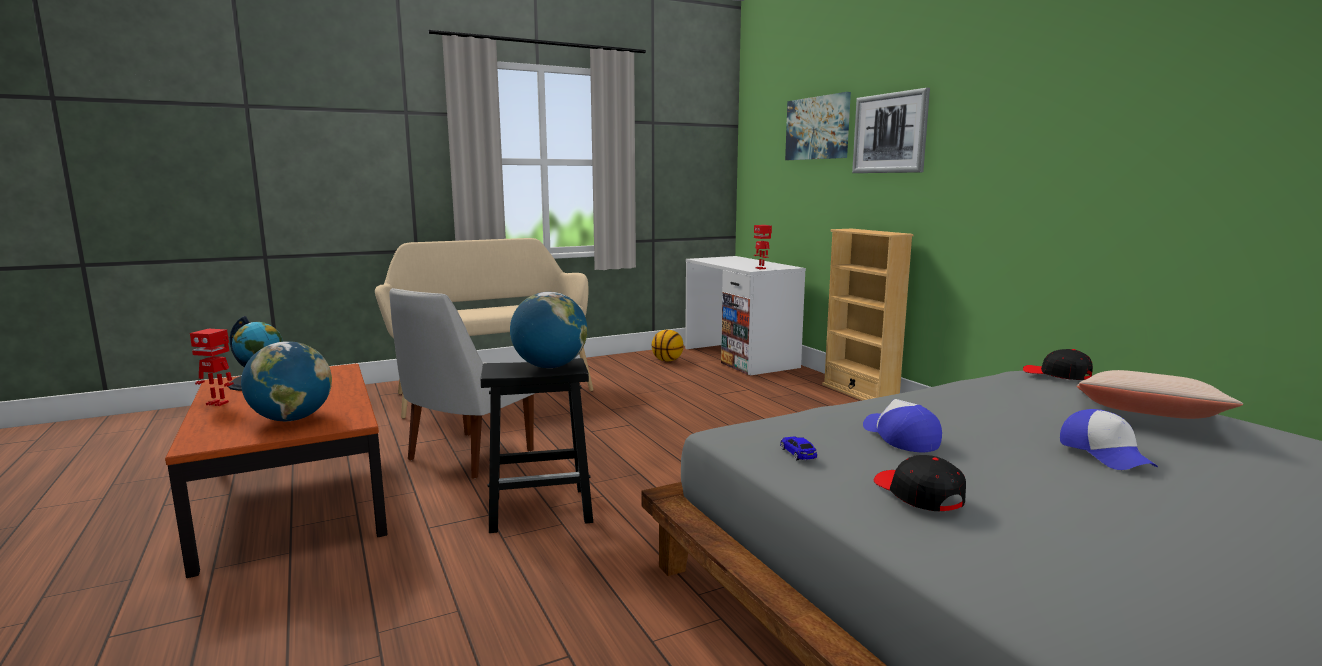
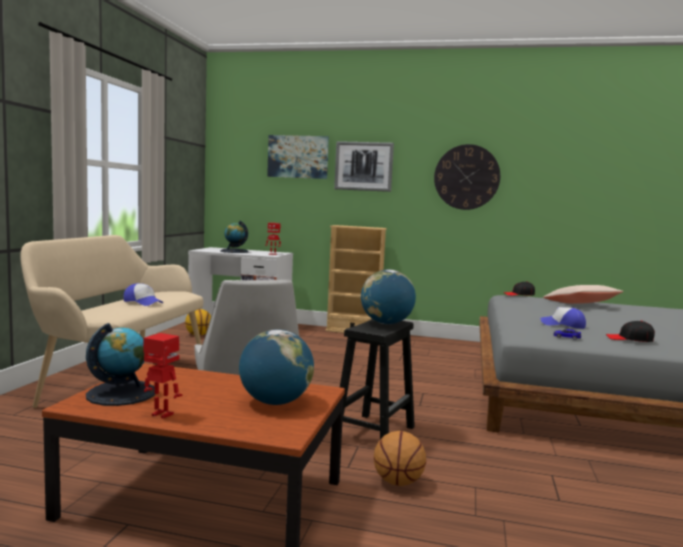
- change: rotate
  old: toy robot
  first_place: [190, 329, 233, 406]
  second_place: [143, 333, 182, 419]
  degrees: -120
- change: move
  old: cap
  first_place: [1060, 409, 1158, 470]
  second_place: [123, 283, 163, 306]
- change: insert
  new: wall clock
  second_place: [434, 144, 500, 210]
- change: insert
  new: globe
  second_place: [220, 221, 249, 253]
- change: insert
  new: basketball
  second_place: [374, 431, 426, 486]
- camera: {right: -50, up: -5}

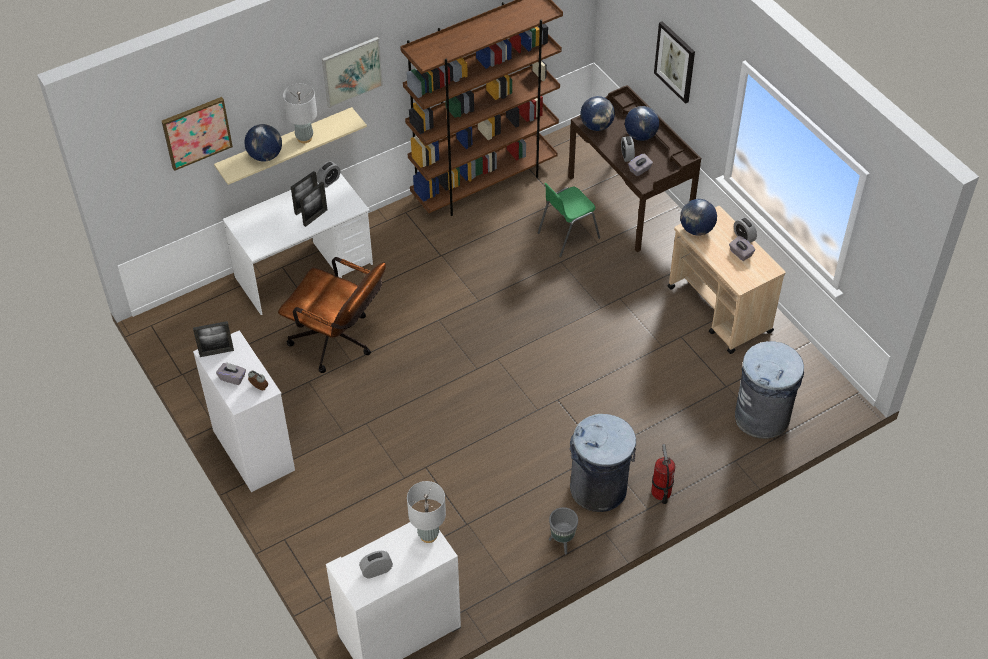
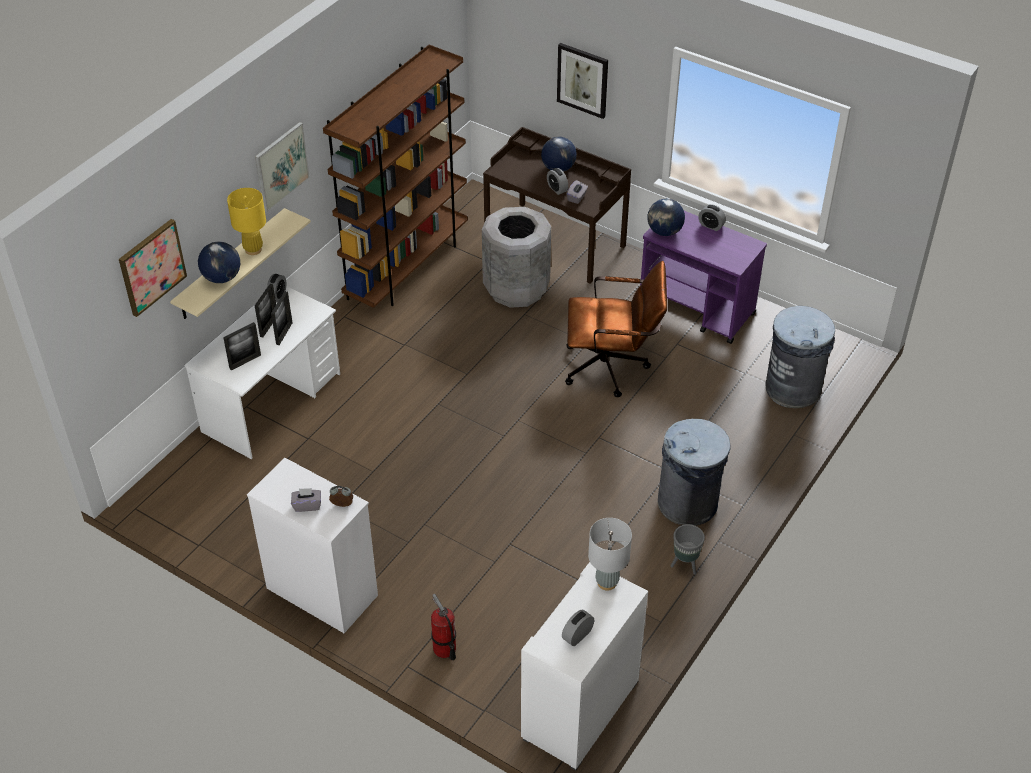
- change: recolor
  old: grey table lamp
  new: yellow table lamp
  first_place: [283, 84, 317, 143]
  second_place: [227, 188, 266, 255]
- change: delete
  old: globe
  first_place: [581, 96, 615, 131]
- change: replace
  old: green chair
  new: grey trash can
  first_place: [538, 183, 600, 257]
  second_place: [482, 207, 551, 308]
- change: recolor
  old: beige cart
  new: purple cart
  first_place: [667, 206, 786, 354]
  second_place: [640, 211, 767, 344]
- change: delete
  old: grey tissue box
  first_place: [729, 236, 755, 261]
- change: move
  old: brown office chair
  first_place: [278, 257, 386, 373]
  second_place: [565, 261, 667, 397]
- change: move
  old: picture frame
  first_place: [193, 321, 234, 357]
  second_place: [223, 322, 261, 371]
- change: move
  old: fire extinguisher
  first_place: [651, 444, 675, 504]
  second_place: [431, 594, 456, 660]
- camera: {right: -25, up: -5}

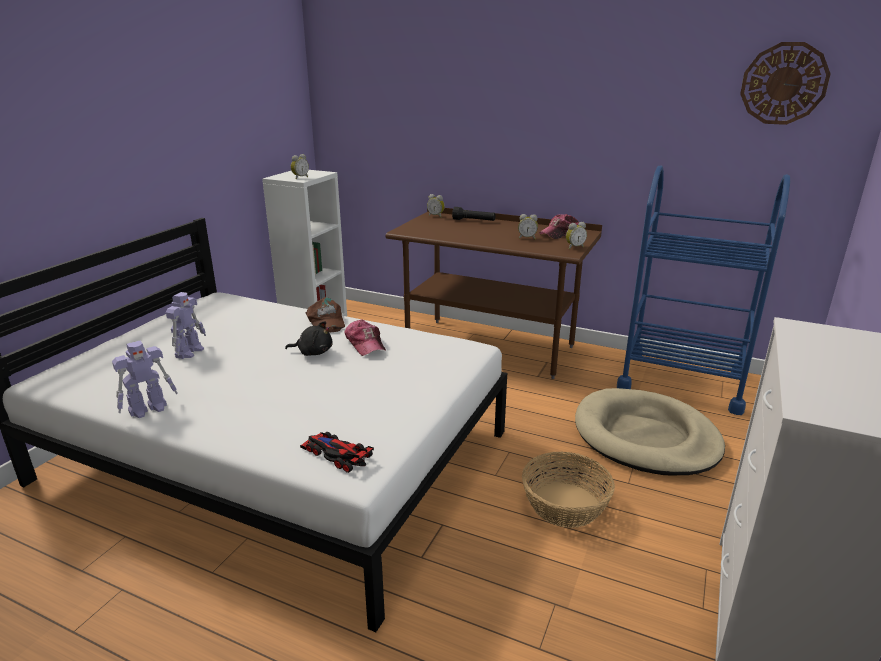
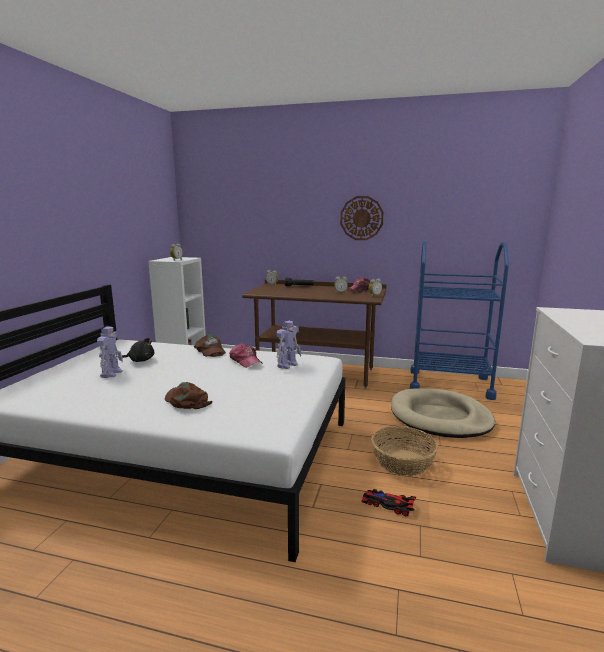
- change: move
  old: wall clock
  first_place: [740, 42, 831, 125]
  second_place: [340, 196, 384, 240]
- change: move
  old: black plush toy
  first_place: [285, 321, 333, 356]
  second_place: [122, 338, 154, 362]
- change: move
  old: toy robot
  first_place: [112, 340, 178, 418]
  second_place: [276, 321, 301, 369]
- change: move
  old: toy car
  first_place: [300, 432, 374, 473]
  second_place: [361, 489, 416, 516]
- change: insert
  new: brown cap
  second_place: [165, 382, 213, 409]
- camera: {right: -10, up: -10}

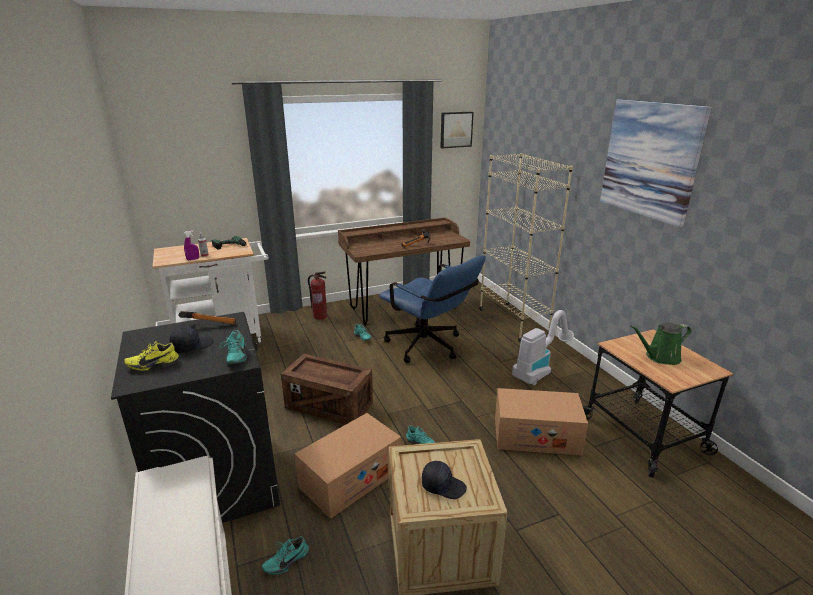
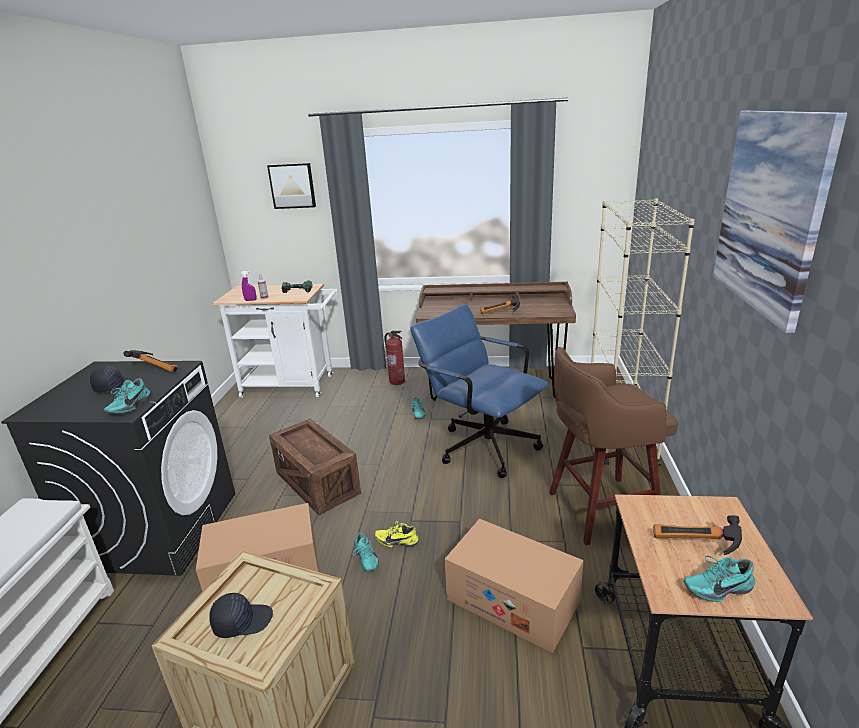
- change: move
  old: picture
  first_place: [440, 112, 474, 149]
  second_place: [267, 163, 316, 209]
- change: rotate
  old: blue office chair
  first_place: [379, 255, 486, 363]
  second_place: [410, 304, 548, 478]
  degrees: 150
- change: replace
  old: vacuum cleaner
  new: brown stool
  first_place: [512, 310, 574, 386]
  second_place: [549, 347, 678, 545]
- change: replace
  old: green watering can
  new: hammer
  first_place: [630, 322, 692, 365]
  second_place: [653, 515, 742, 555]
- change: move
  old: yellow shoe
  first_place: [124, 341, 179, 371]
  second_place: [375, 521, 419, 548]
- change: rotate
  old: black cap
  first_place: [422, 461, 467, 499]
  second_place: [209, 593, 273, 638]
  degrees: -60
- change: move
  old: turquoise shoe
  first_place: [262, 536, 309, 575]
  second_place: [684, 555, 755, 602]
- camera: {right: 30, up: 0}

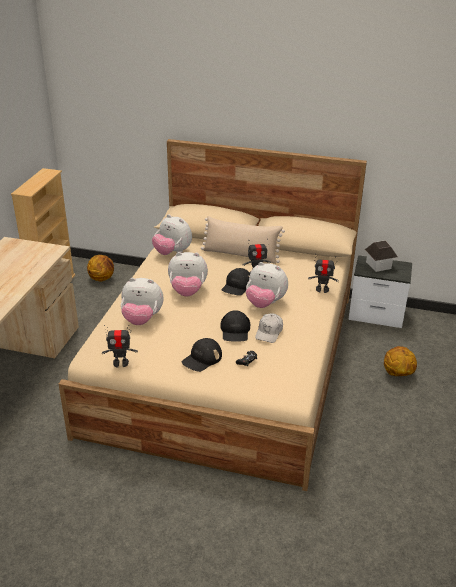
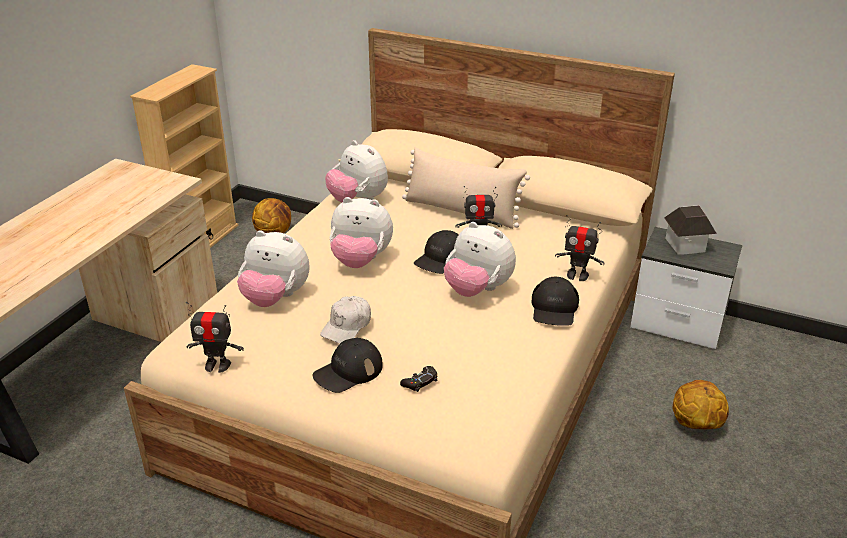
- change: move
  old: black cap
  first_place: [221, 310, 250, 342]
  second_place: [532, 277, 579, 326]
- change: move
  old: white cap
  first_place: [255, 313, 283, 343]
  second_place: [320, 296, 371, 344]
- camera: {right: 10, up: 0}

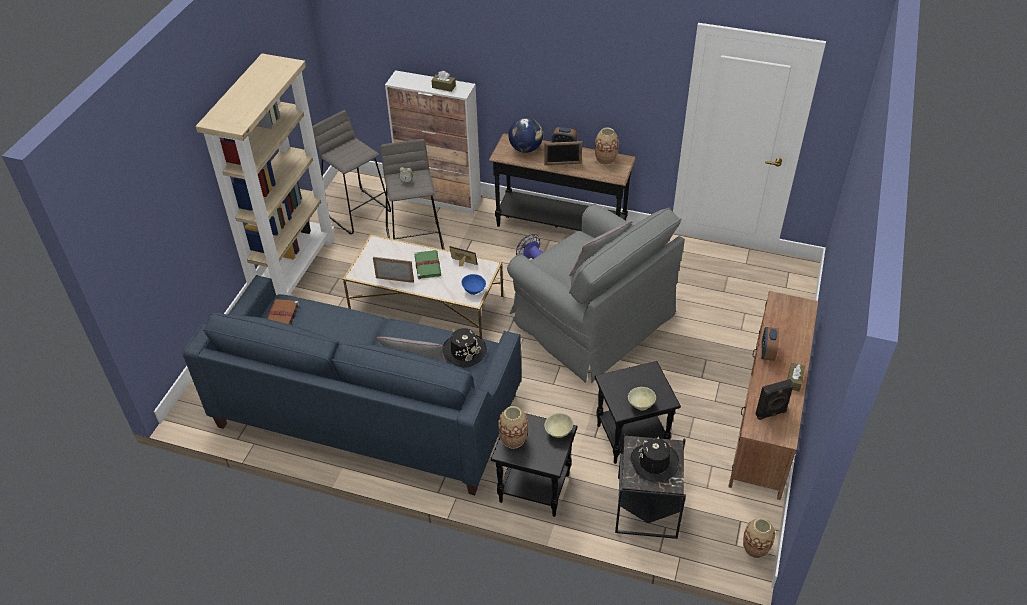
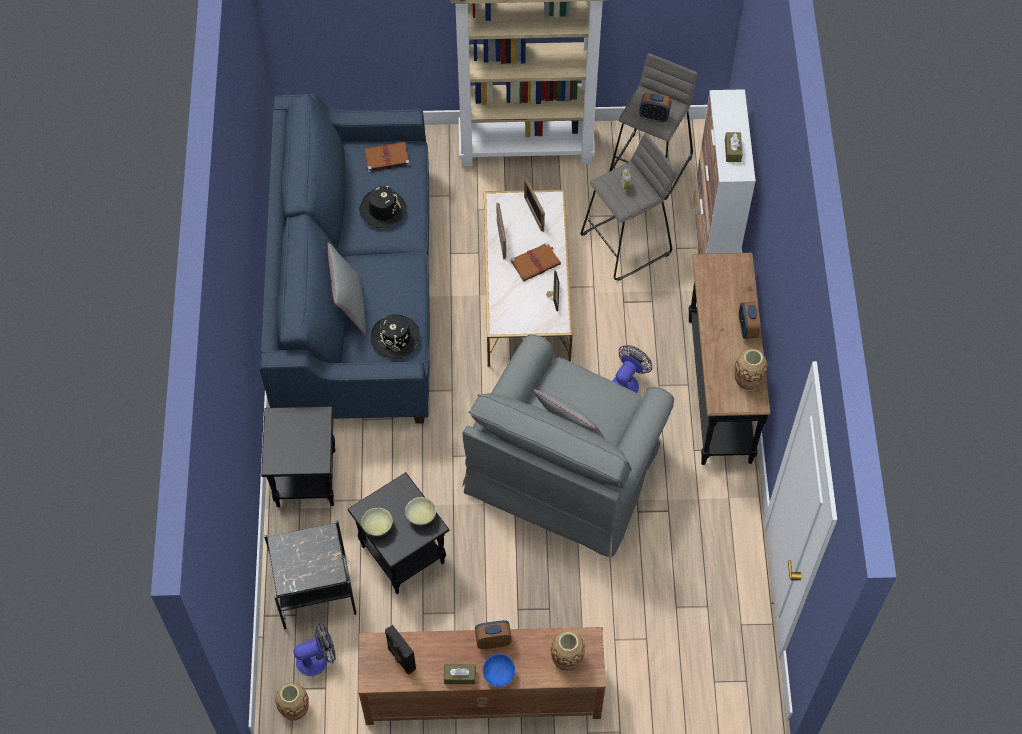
- change: delete
  old: globe
  first_place: [509, 118, 543, 153]
- change: move
  old: picture frame
  first_place: [544, 141, 582, 165]
  second_place: [524, 177, 545, 232]
- change: recolor
  old: green book
  new: brown book
  first_place: [414, 250, 441, 279]
  second_place: [511, 242, 561, 281]
- change: move
  old: blue bowl
  first_place: [461, 274, 486, 295]
  second_place: [483, 654, 515, 687]
- change: move
  old: vase
  first_place: [498, 406, 528, 449]
  second_place: [551, 631, 585, 671]
- change: move
  old: beige bowl
  first_place: [544, 413, 573, 438]
  second_place: [405, 497, 436, 525]
- change: move
  old: black hat
  first_place: [631, 437, 679, 482]
  second_place: [359, 186, 408, 228]
- change: insert
  new: alarm clock
  second_place: [639, 92, 671, 123]
- change: insert
  new: fan
  second_place: [294, 623, 336, 676]
- camera: {right: 70, up: 15}

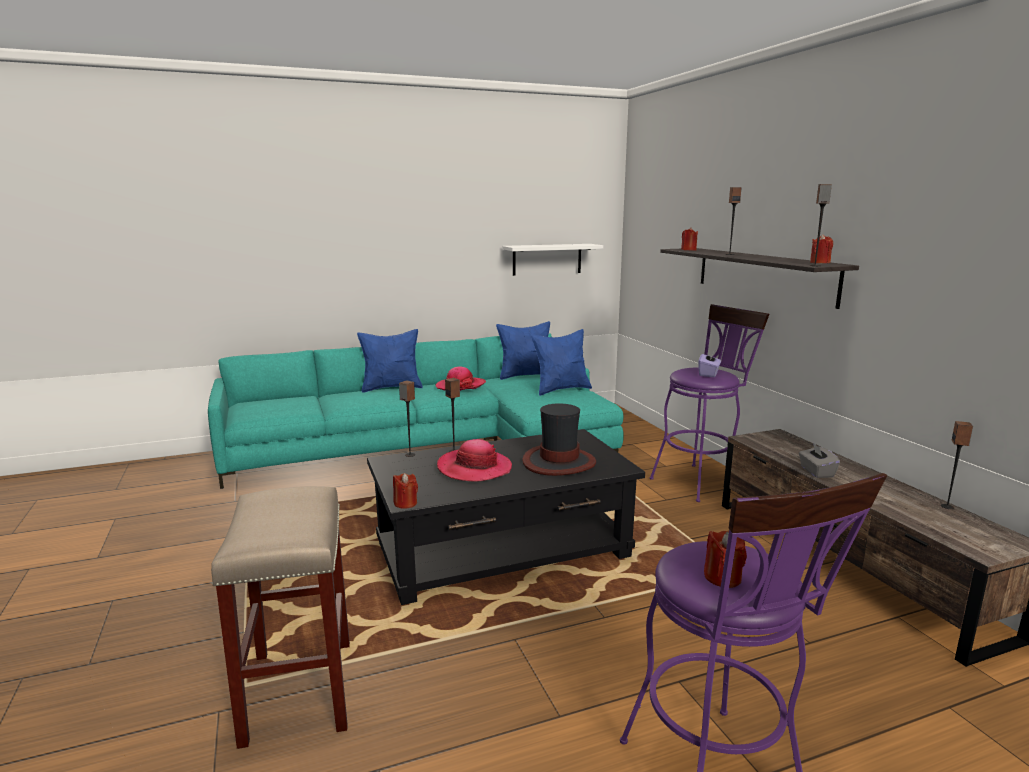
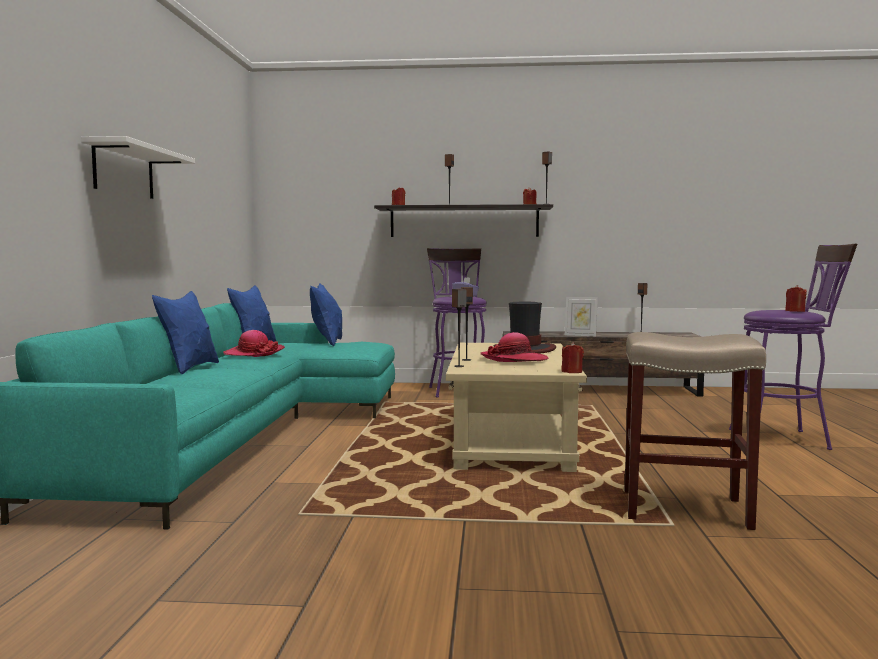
- change: move
  old: white shelf
  first_place: [502, 244, 603, 276]
  second_place: [81, 136, 195, 199]
- change: recolor
  old: black coffee table
  new: beige coffee table
  first_place: [367, 429, 645, 605]
  second_place: [446, 343, 587, 472]
- change: replace
  old: grey tissue box
  new: picture frame
  first_place: [799, 443, 840, 478]
  second_place: [565, 297, 598, 336]
- camera: {right: -65, up: -10}

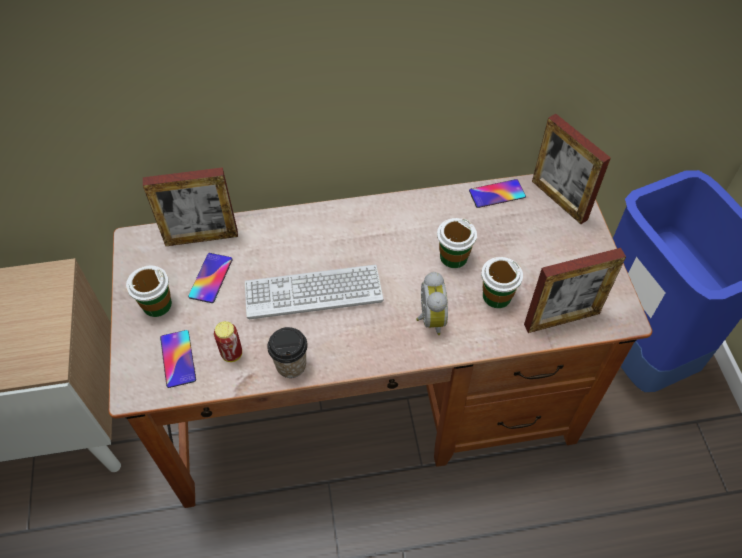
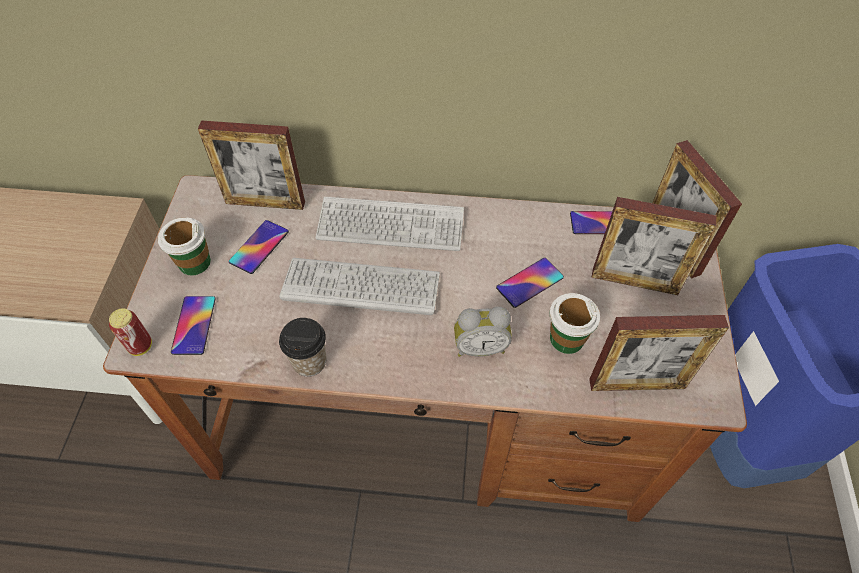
- change: replace
  old: cup
  new: phone
  first_place: [437, 218, 477, 268]
  second_place: [496, 258, 564, 308]
- change: rotate
  old: alarm clock
  first_place: [416, 272, 448, 335]
  second_place: [454, 307, 512, 357]
  degrees: 75
- change: move
  old: can
  first_place: [214, 321, 242, 362]
  second_place: [109, 308, 152, 356]
- change: insert
  new: keyboard
  second_place: [315, 197, 464, 251]
- change: insert
  new: picture frame
  second_place: [592, 197, 716, 295]
- camera: {right: 15, up: 0}

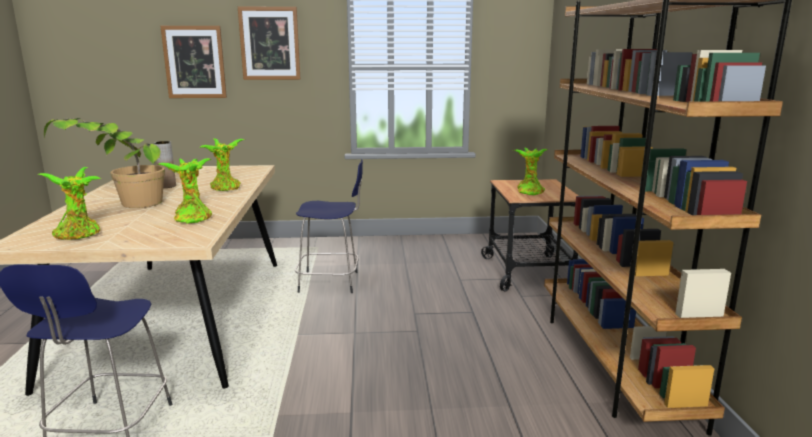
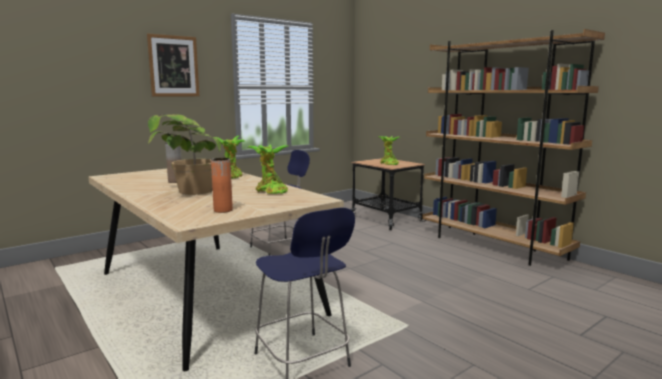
- change: delete
  old: picture
  first_place: [161, 26, 227, 98]
- change: replace
  old: potted plant
  new: orange vase
  first_place: [38, 167, 101, 240]
  second_place: [211, 158, 233, 213]
- camera: {right: -35, up: -5}

